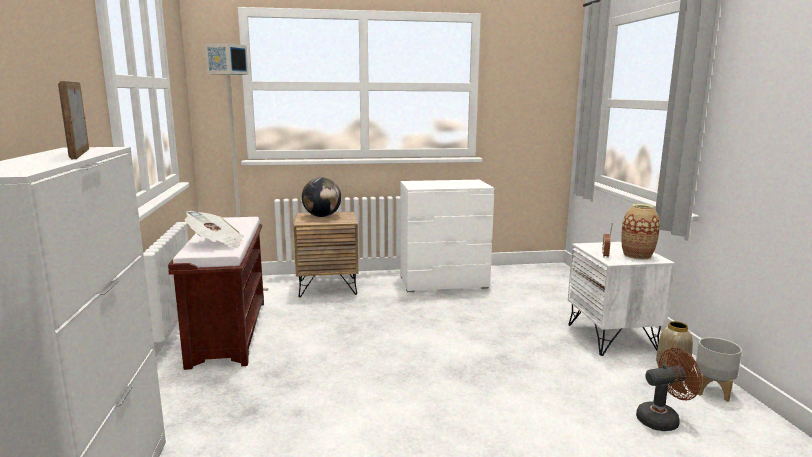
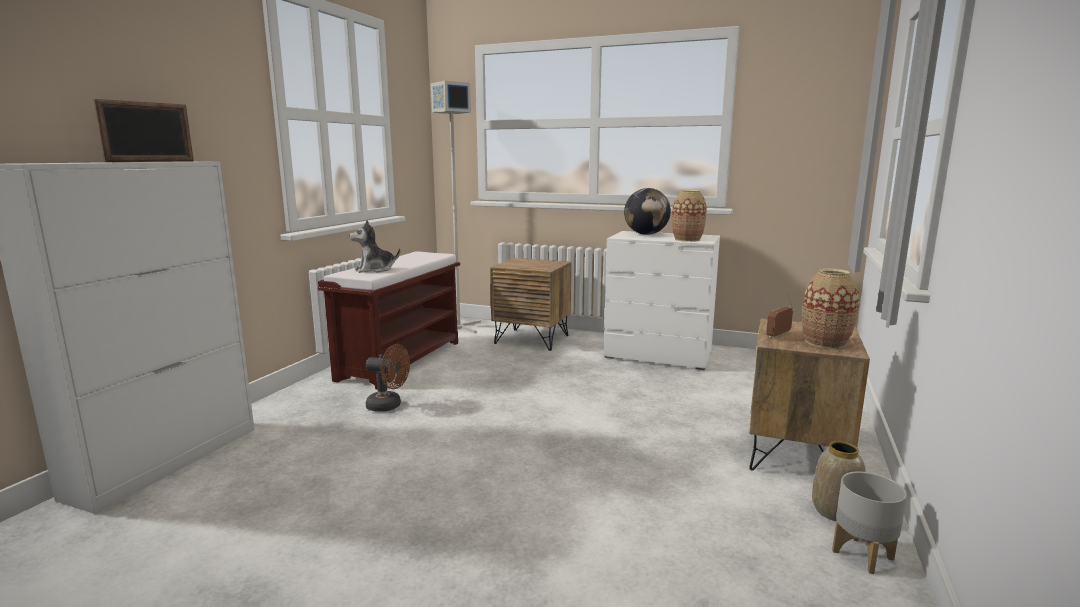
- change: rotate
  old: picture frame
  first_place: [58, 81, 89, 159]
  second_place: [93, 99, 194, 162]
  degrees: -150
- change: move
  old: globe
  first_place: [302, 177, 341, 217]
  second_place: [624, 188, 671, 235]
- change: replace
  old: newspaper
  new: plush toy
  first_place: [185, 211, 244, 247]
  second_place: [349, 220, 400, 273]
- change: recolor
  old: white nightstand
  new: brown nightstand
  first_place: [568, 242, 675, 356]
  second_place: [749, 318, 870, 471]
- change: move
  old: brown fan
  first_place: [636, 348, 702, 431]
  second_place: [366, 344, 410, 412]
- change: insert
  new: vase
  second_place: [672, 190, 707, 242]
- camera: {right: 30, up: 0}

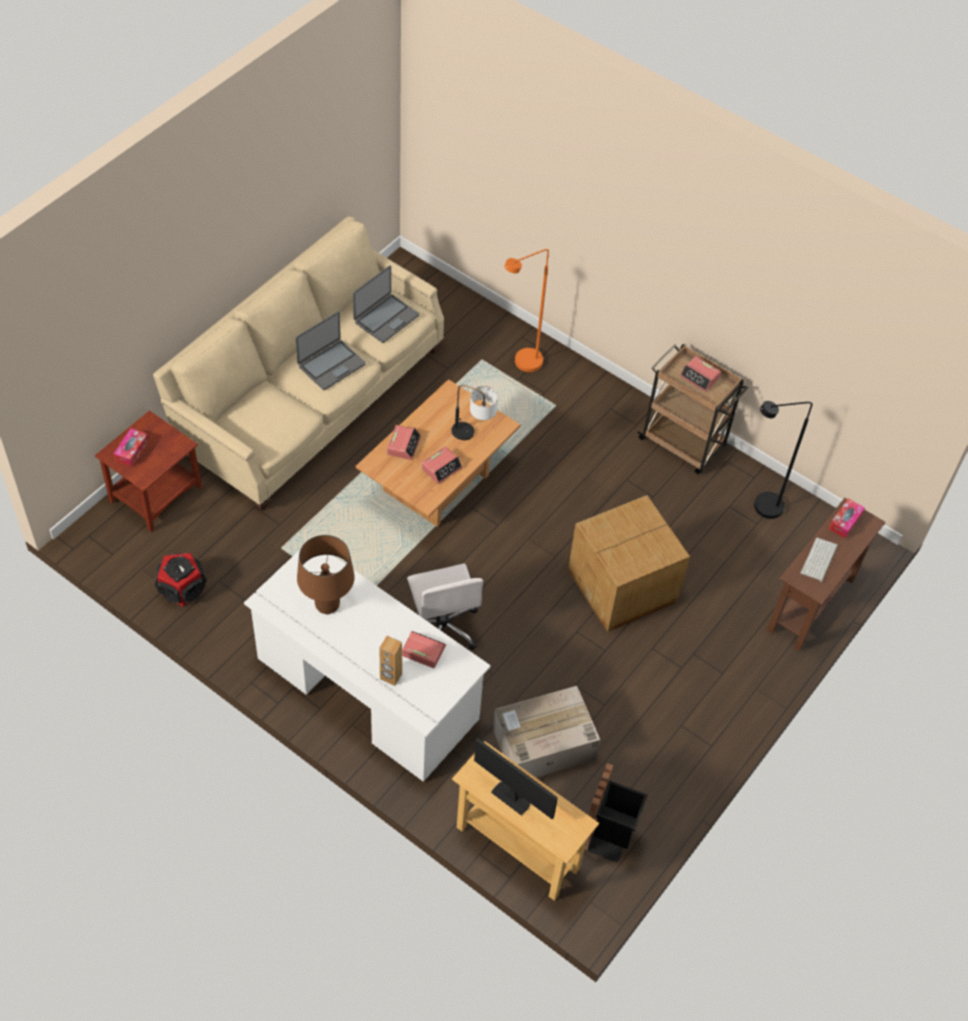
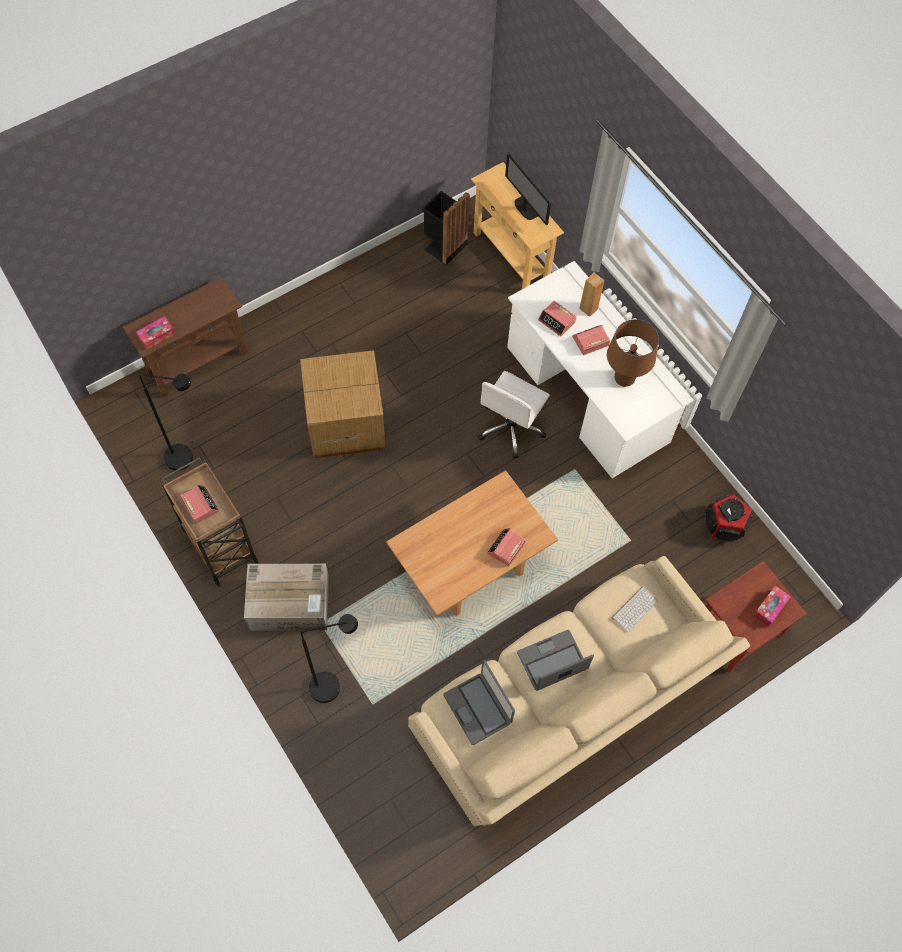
- change: recolor
  old: orange floor lamp
  new: black floor lamp
  first_place: [505, 249, 549, 372]
  second_place: [301, 614, 358, 703]
- change: rotate
  old: laptop
  first_place: [353, 266, 419, 343]
  second_place: [443, 660, 515, 745]
  degrees: -90
- change: delete
  old: table lamp
  first_place: [451, 385, 498, 440]
- change: move
  old: alarm clock
  first_place: [422, 447, 463, 484]
  second_place: [572, 325, 610, 355]
- change: move
  old: keyboard
  first_place: [801, 538, 838, 582]
  second_place: [612, 586, 658, 633]
- change: rotate
  old: white office chair
  first_place: [407, 563, 484, 650]
  second_place: [478, 371, 550, 458]
  degrees: -150
- change: move
  old: cardboard box
  first_place: [493, 686, 600, 778]
  second_place: [244, 564, 329, 631]
- camera: {right: -160, up: 10}

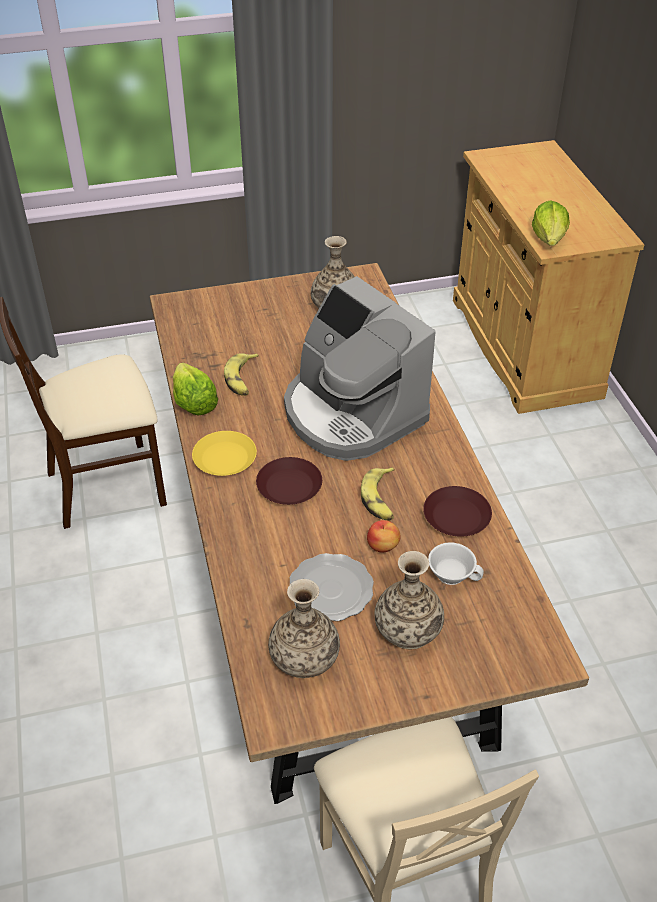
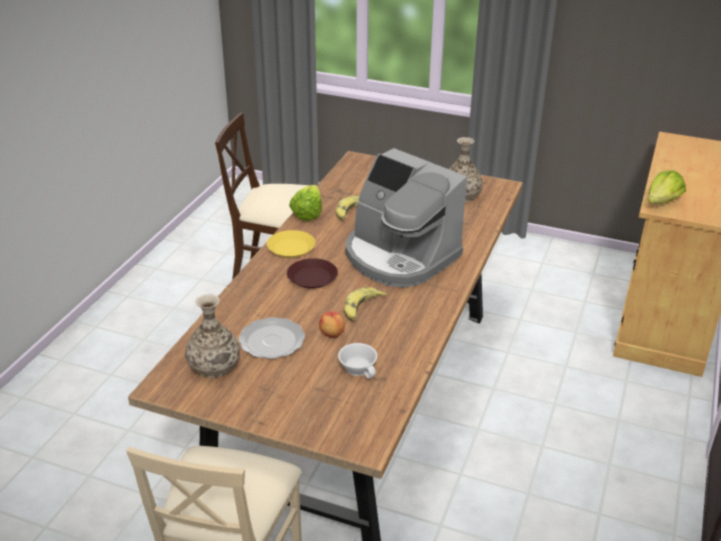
- change: rotate
  old: coffee machine
  first_place: [284, 276, 436, 461]
  second_place: [346, 148, 467, 288]
  degrees: -45
- change: delete
  old: brown plate
  first_place: [423, 486, 492, 536]
- change: delete
  old: vase
  first_place: [374, 551, 444, 649]
- camera: {right: 35, up: -10}

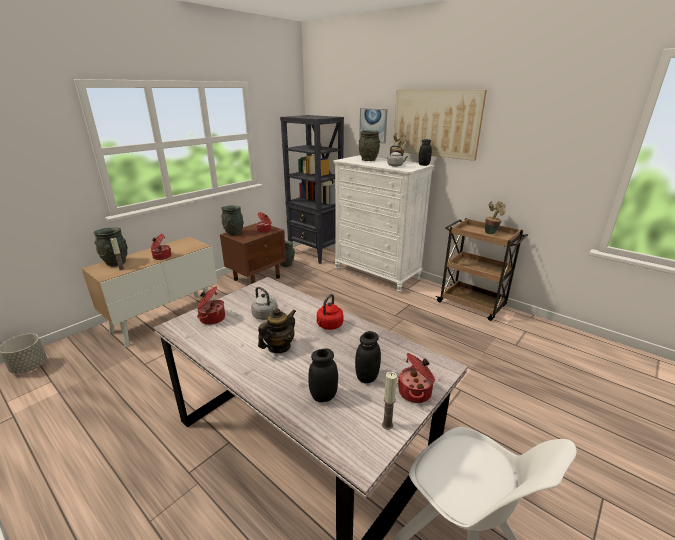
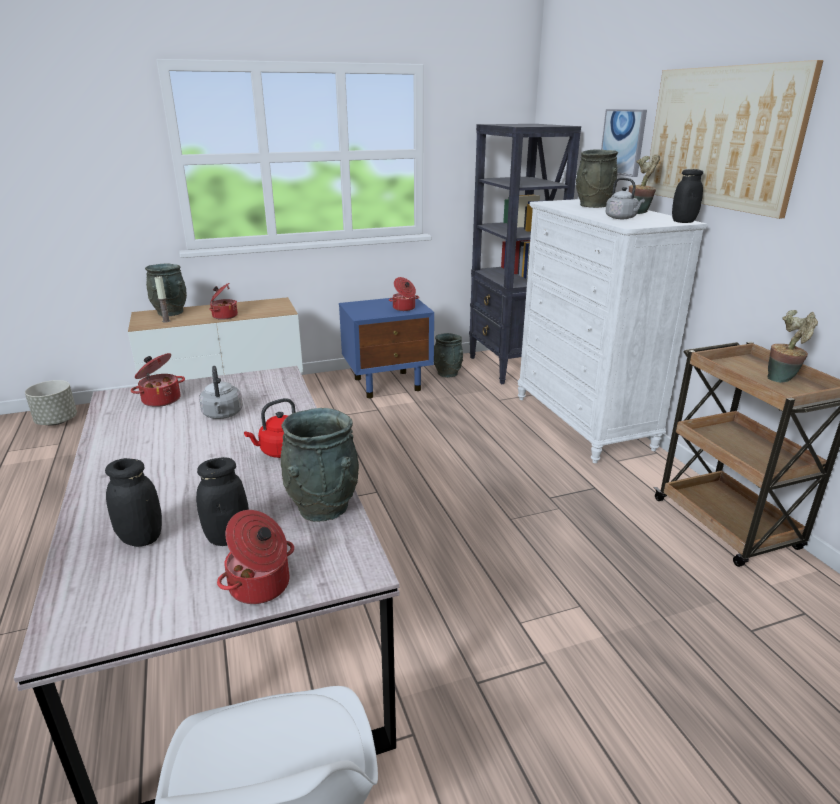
- change: move
  old: grey vase
  first_place: [221, 205, 244, 236]
  second_place: [281, 408, 359, 522]
- change: recolor
  old: brown nightstand
  new: blue nightstand
  first_place: [220, 223, 286, 284]
  second_place: [339, 297, 434, 398]
- change: delete
  old: teapot
  first_place: [258, 308, 296, 353]
- change: delete
  old: candle
  first_place: [382, 372, 397, 430]
- camera: {right: 30, up: 0}

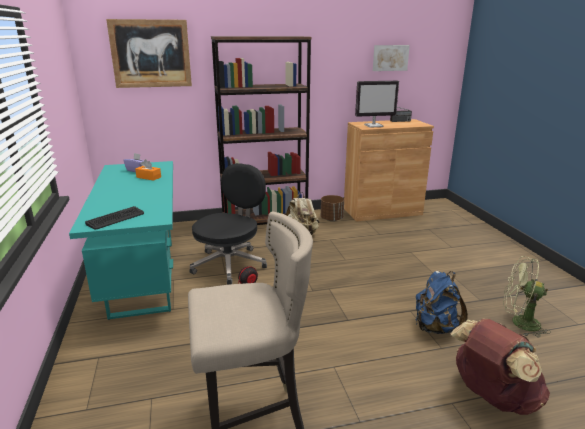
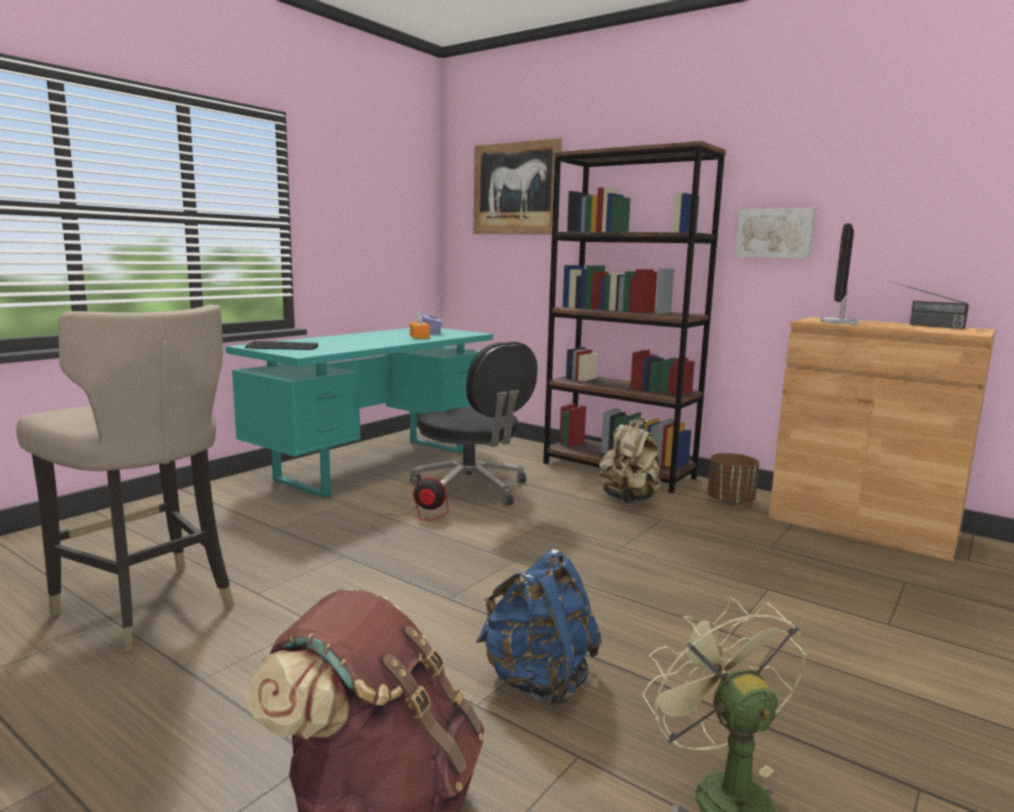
- change: move
  old: picture
  first_place: [373, 45, 410, 71]
  second_place: [735, 208, 815, 259]
- change: rotate
  old: monitor
  first_place: [355, 81, 399, 128]
  second_place: [821, 223, 859, 324]
  degrees: 75
- change: rotate
  old: black office chair
  first_place: [189, 163, 267, 284]
  second_place: [410, 341, 538, 506]
  degrees: 60
- camera: {right: 50, up: -10}

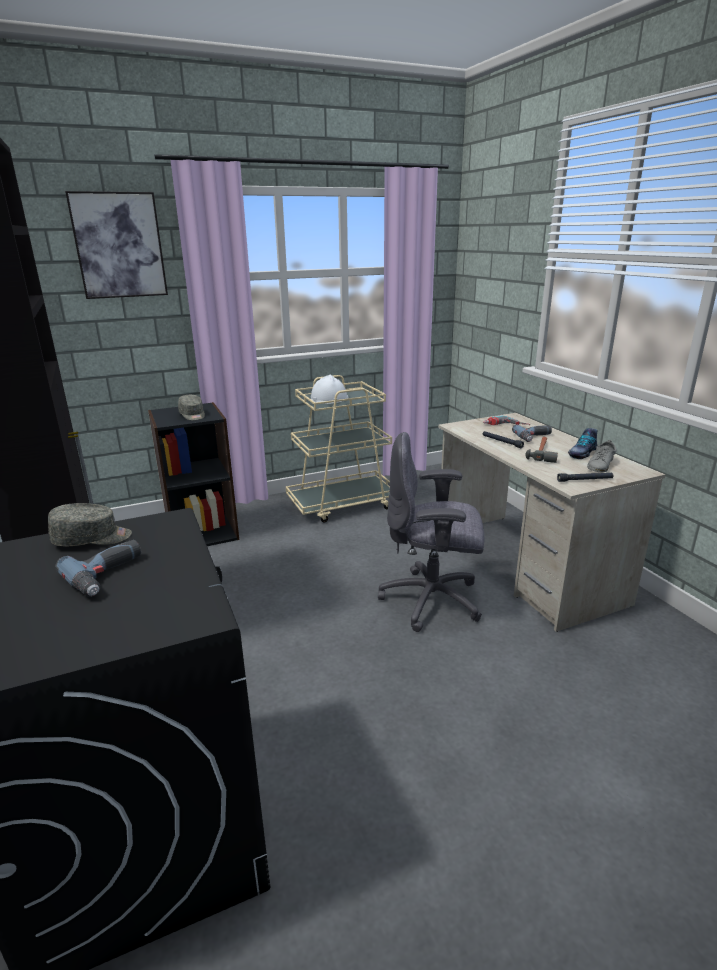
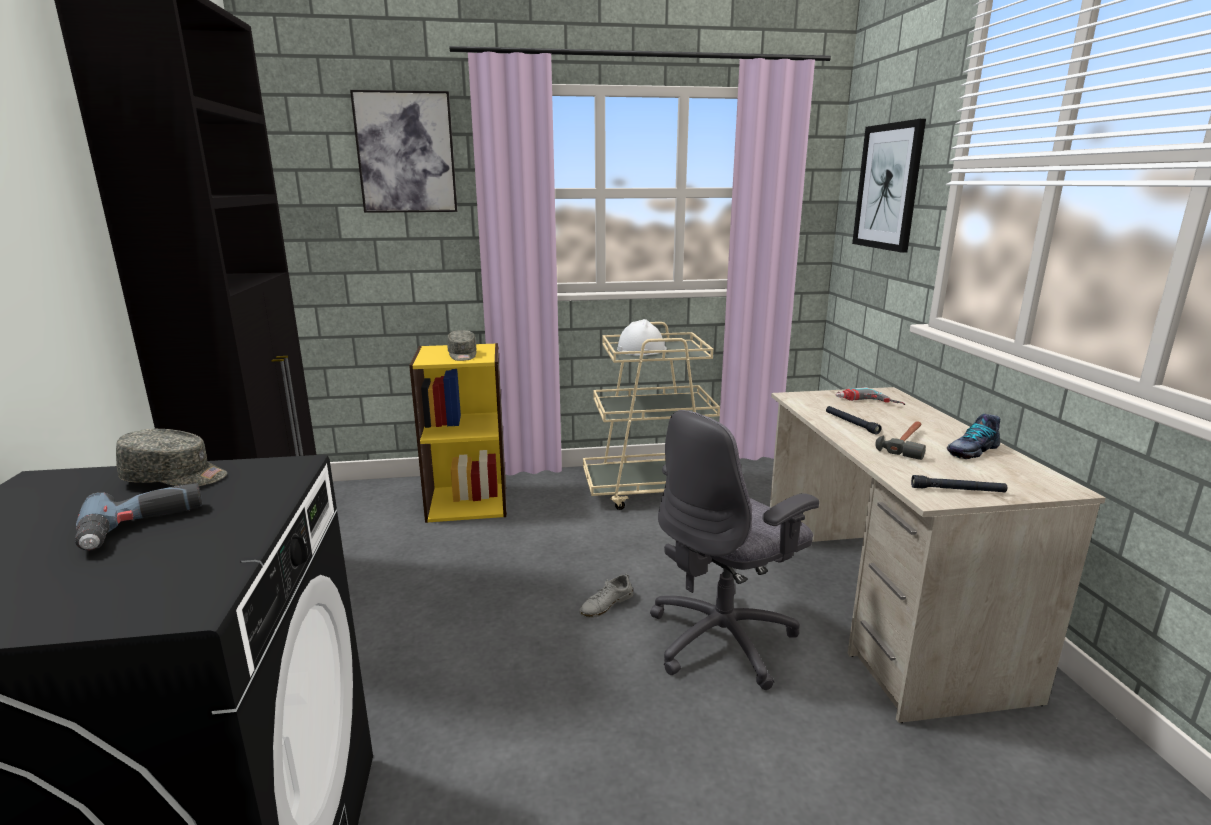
- change: recolor
  old: black bookcase
  new: yellow bookcase
  first_place: [148, 402, 239, 546]
  second_place: [409, 343, 507, 523]
- change: delete
  old: power drill
  first_place: [512, 425, 552, 442]
- change: rotate
  old: grey office chair
  first_place: [378, 432, 484, 632]
  second_place: [650, 410, 819, 690]
  degrees: -60
- change: move
  old: grey shoe
  first_place: [587, 440, 617, 473]
  second_place: [579, 573, 633, 618]
- change: insert
  new: picture
  second_place: [852, 119, 926, 253]
- camera: {right: 15, up: -5}

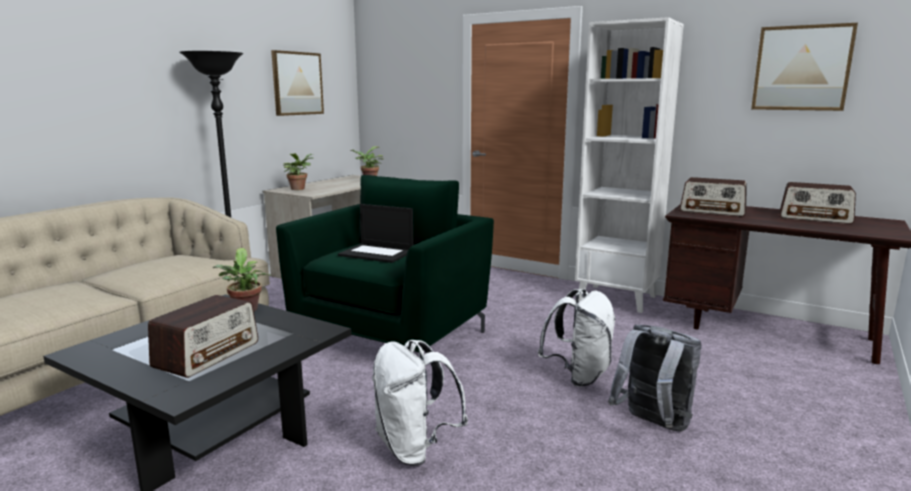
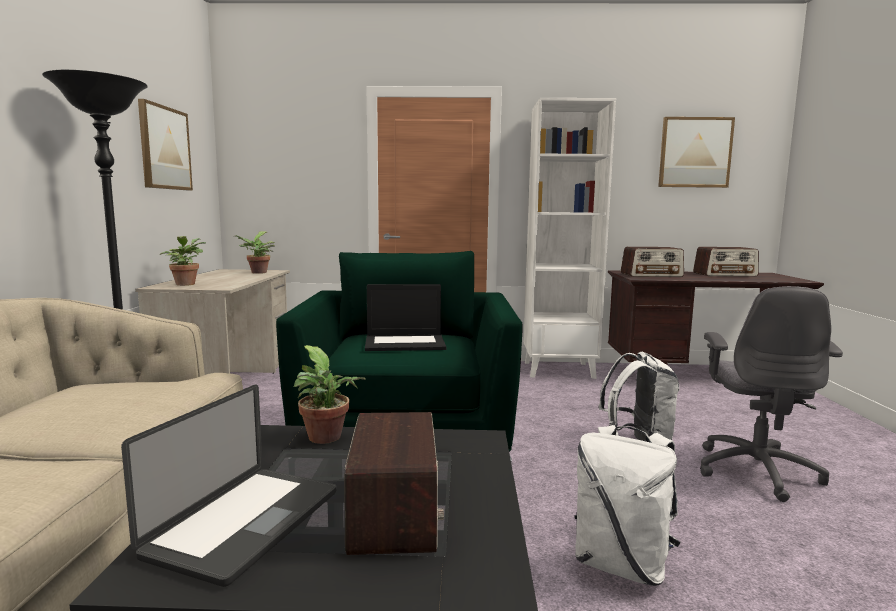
- change: replace
  old: grey backpack
  new: grey office chair
  first_place: [608, 324, 702, 432]
  second_place: [700, 286, 843, 502]
- change: insert
  new: laptop
  second_place: [121, 384, 336, 587]
- camera: {right: -30, up: -5}

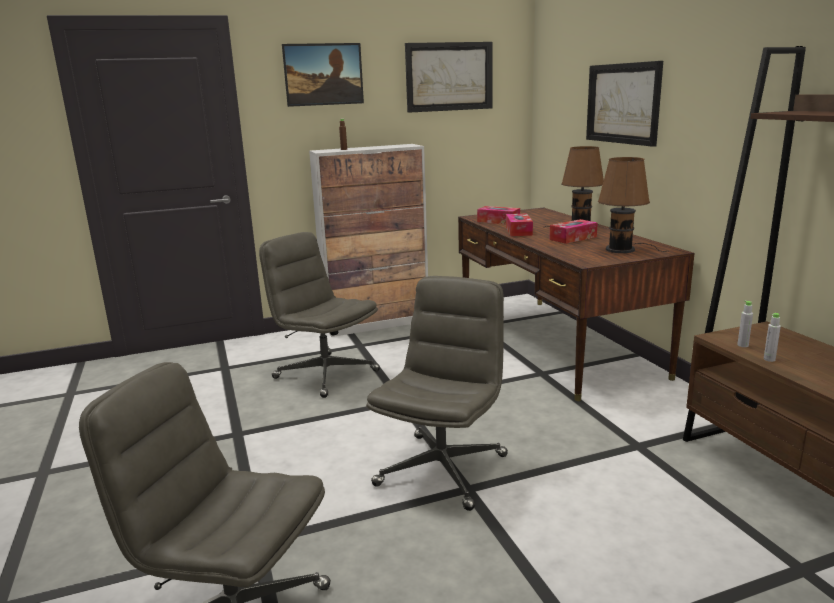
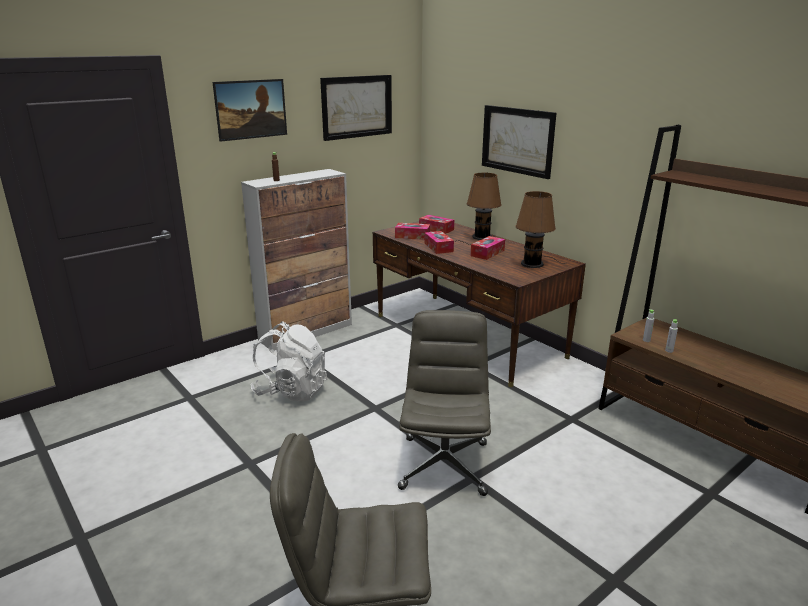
- change: replace
  old: grey office chair
  new: white backpack
  first_place: [259, 232, 380, 398]
  second_place: [250, 322, 327, 401]
- change: insert
  new: tissue box
  second_place: [419, 215, 454, 234]
- camera: {right: -20, up: 5}

